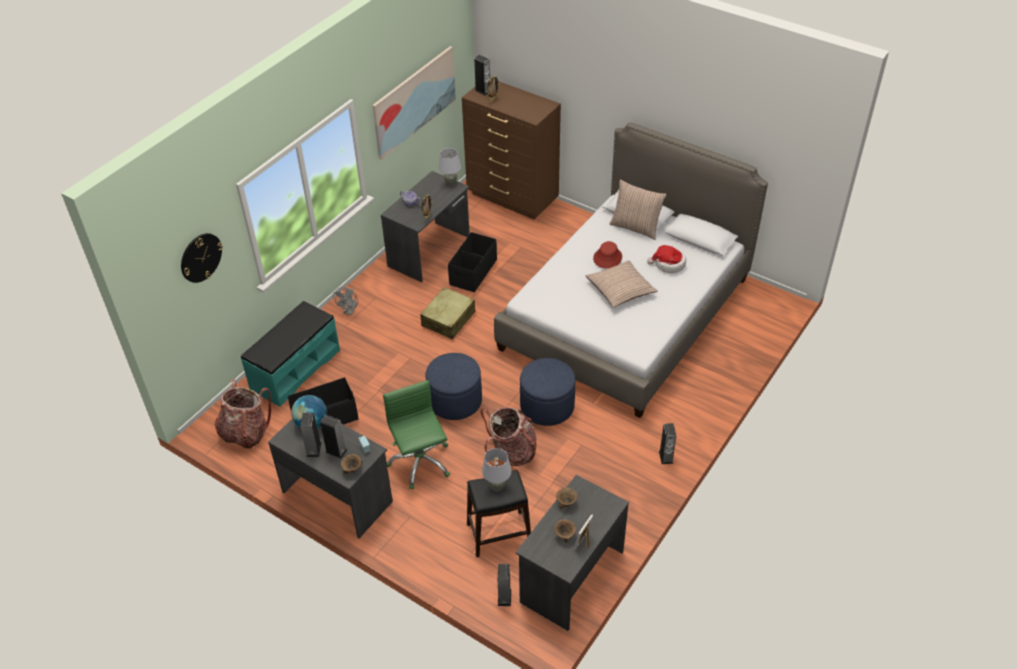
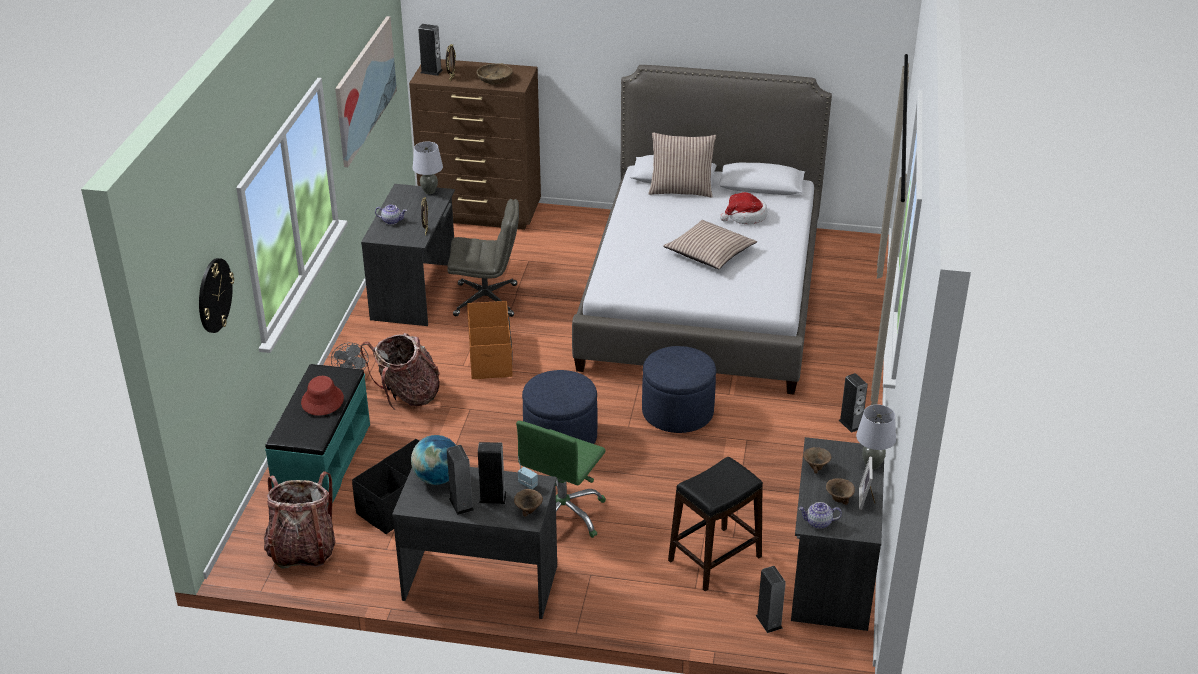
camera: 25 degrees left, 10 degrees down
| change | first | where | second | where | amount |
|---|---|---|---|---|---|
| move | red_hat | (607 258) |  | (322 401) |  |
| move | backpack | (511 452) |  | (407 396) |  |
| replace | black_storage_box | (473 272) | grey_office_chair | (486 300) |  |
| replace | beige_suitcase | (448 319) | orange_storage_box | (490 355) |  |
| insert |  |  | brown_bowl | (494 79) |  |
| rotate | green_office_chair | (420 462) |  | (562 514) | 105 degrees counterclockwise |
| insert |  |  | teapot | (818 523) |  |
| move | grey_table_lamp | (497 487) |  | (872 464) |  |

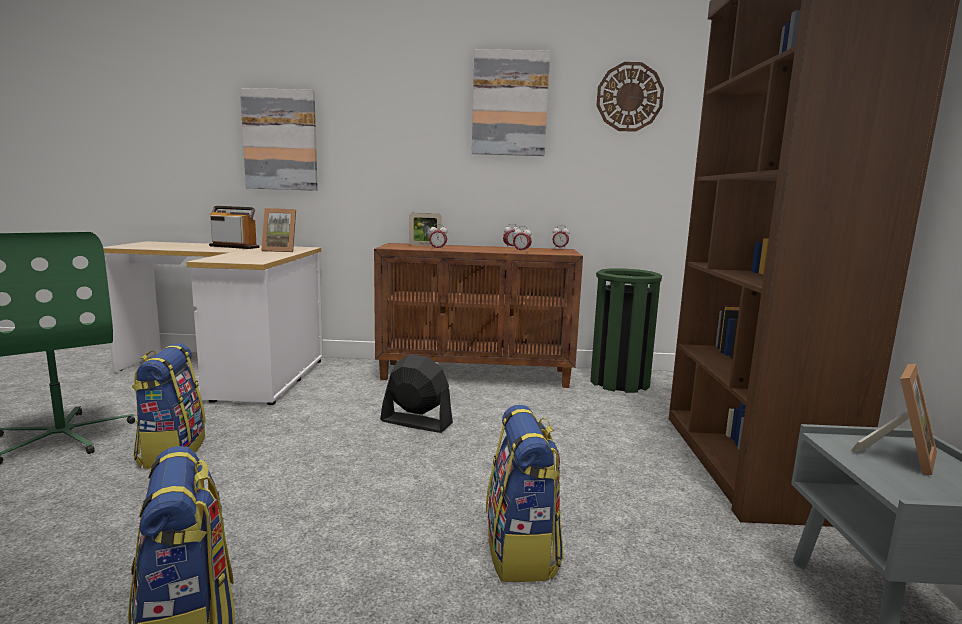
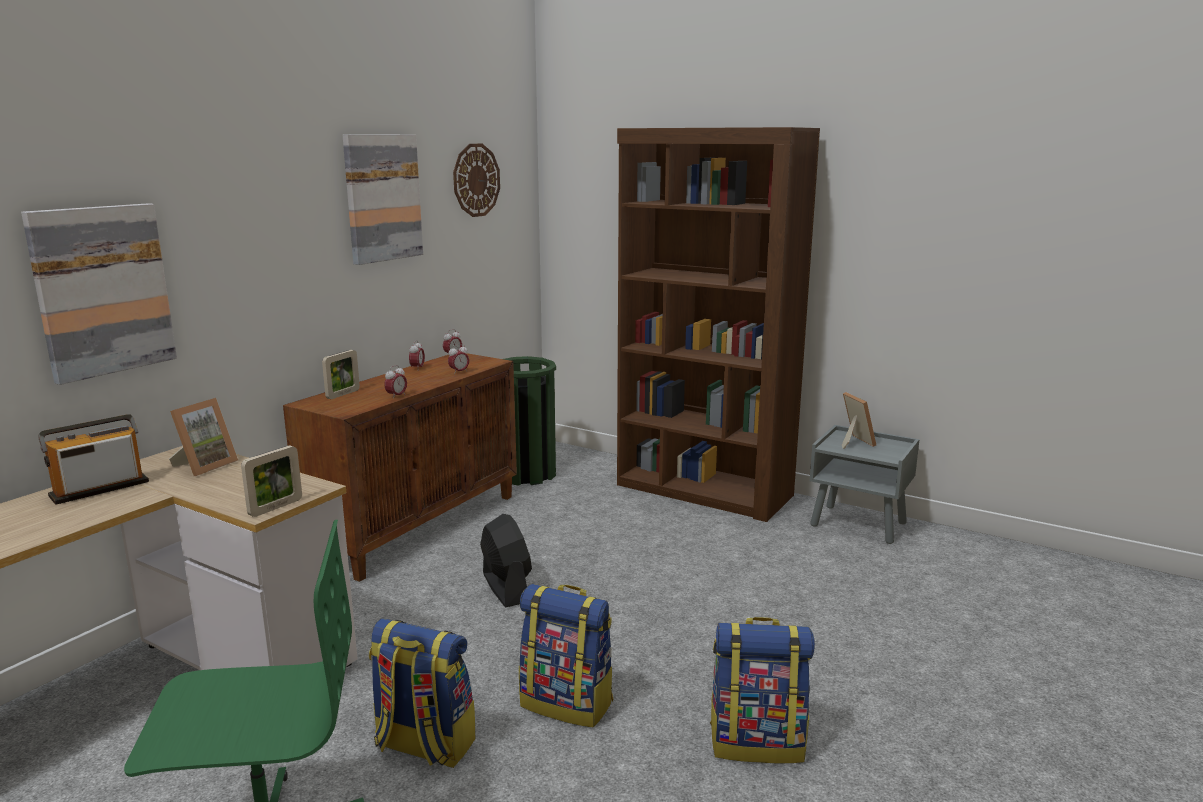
camera: 60 degrees left, 5 degrees up
| change | first | where | second | where | amount |
|---|---|---|---|---|---|
| insert |  |  | picture_frame | (275 507) |  |
| rotate | black_fan | (416 422) |  | (506 587) | 105 degrees clockwise |
| move | backpack | (522 551) |  | (568 703) |  |

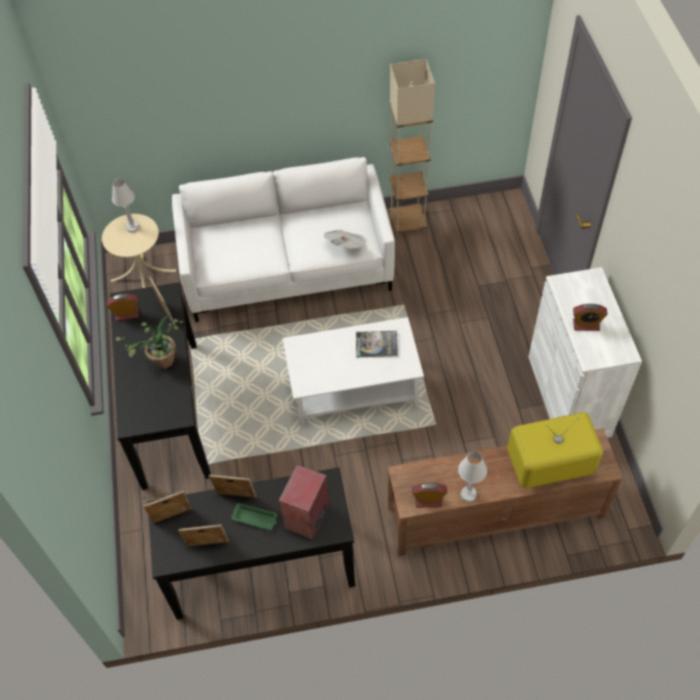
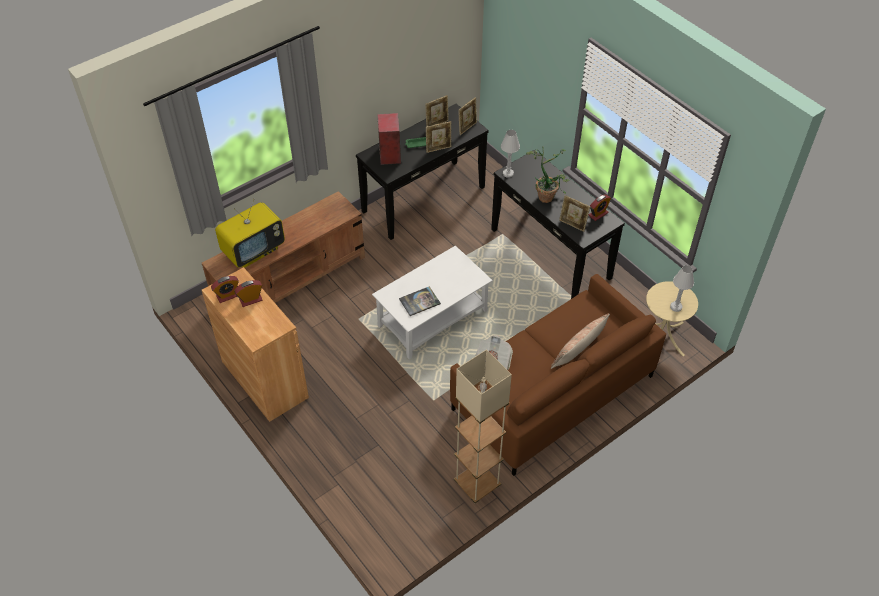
camera: 150 degrees right, 5 degrees down
| change | first | where | second | where | amount |
|---|---|---|---|---|---|
| recolor | white_cabinet | (568 395) | brown_cabinet | (264 379) |  |
| move | alarm_clock | (428 500) |  | (227 296) |  |
| recolor | white_sofa | (287 268) | brown_sofa | (552 392) |  |
| move | white_table_lamp | (468 494) |  | (508 173) |  |
| insert |  |  | pillow | (579 350) |  |

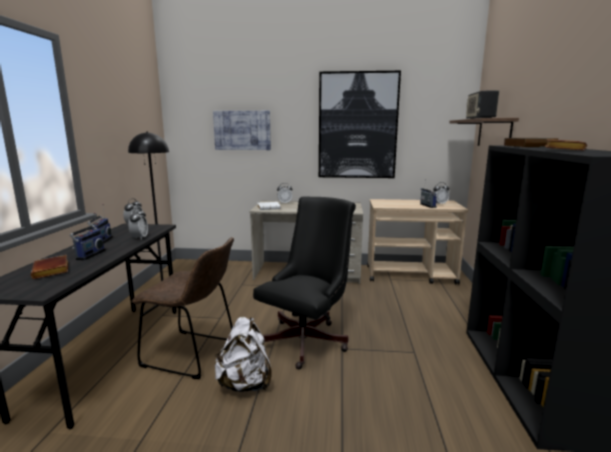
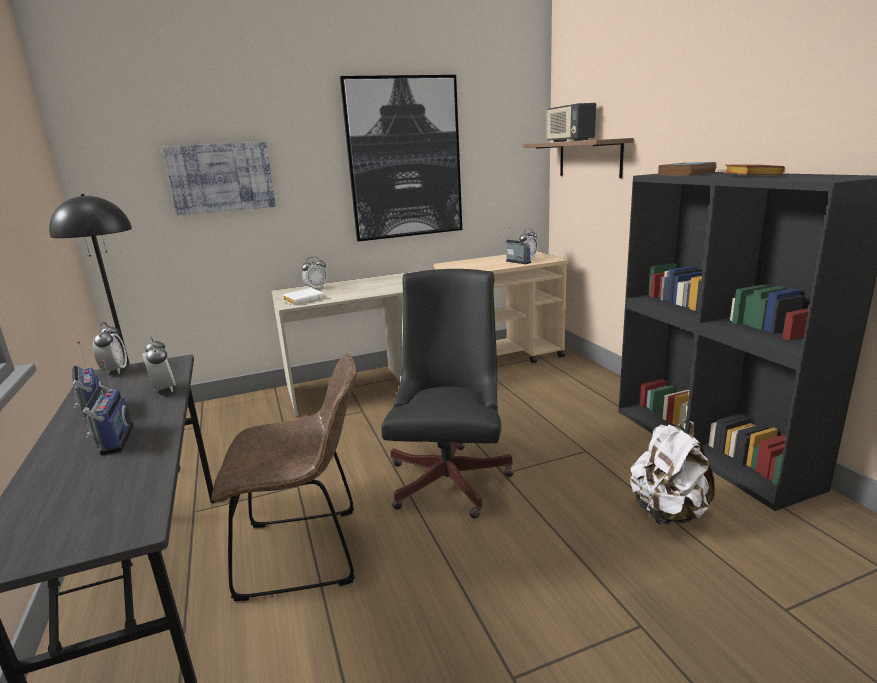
camera: 25 degrees left, 5 degrees up
| change | first | where | second | where | amount |
|---|---|---|---|---|---|
| move | white_backpack | (245 383) |  | (668 513) |  |
| delete | brown_book | (53 271) |  |  |  |

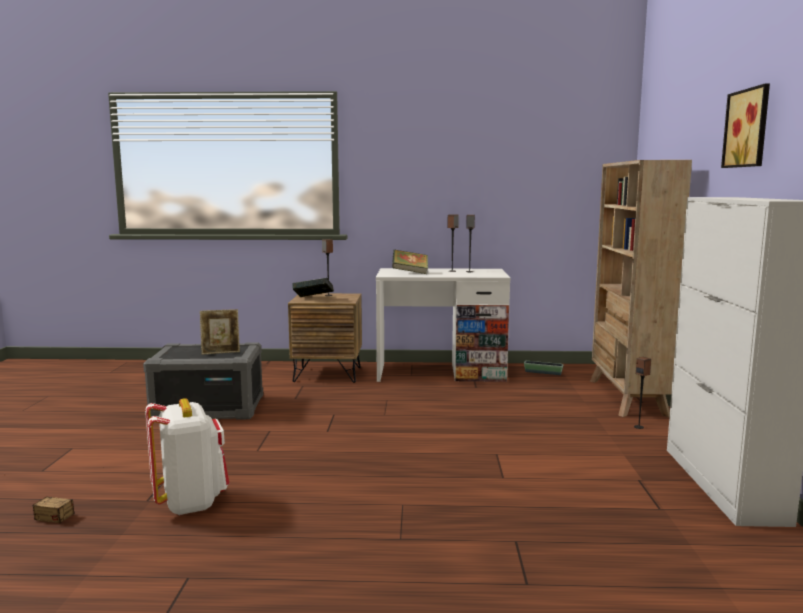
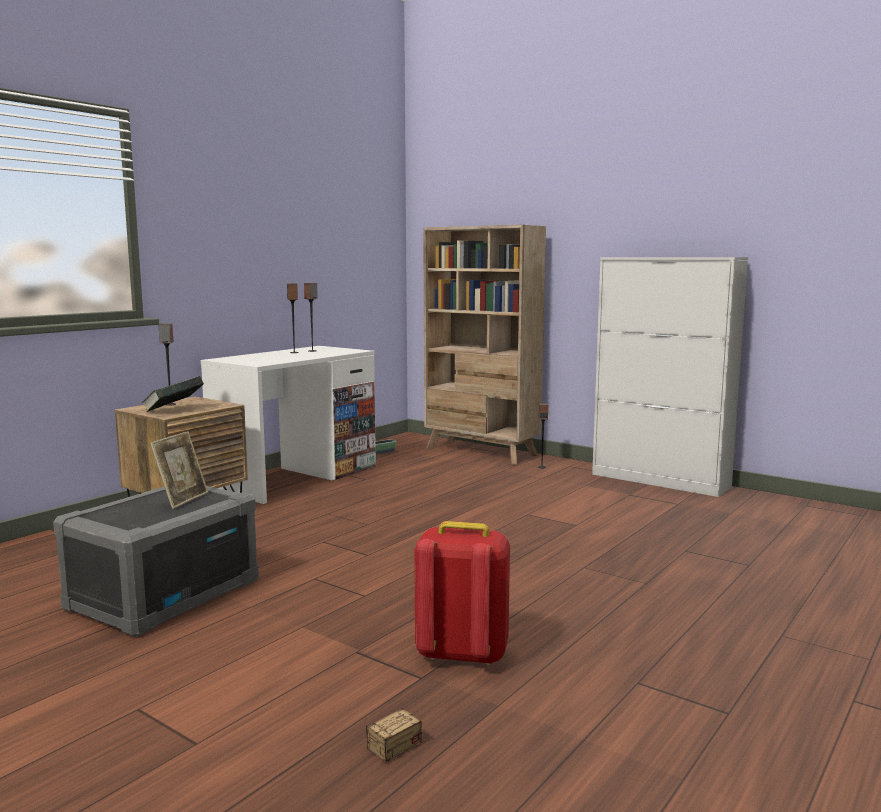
camera: 55 degrees left, 0 degrees up
| change | first | where | second | where | amount |
|---|---|---|---|---|---|
| recolor | white_backpack | (191 502) | red_backpack | (461 654) |  |
| delete | book | (410 273) |  |  |  |
| delete | picture | (749 128) |  |  |  |

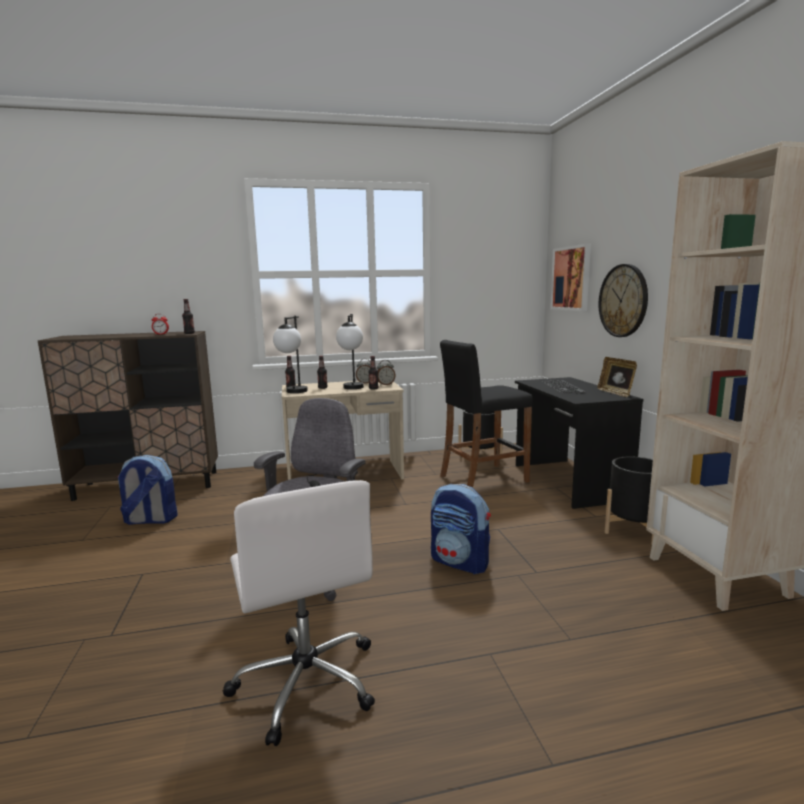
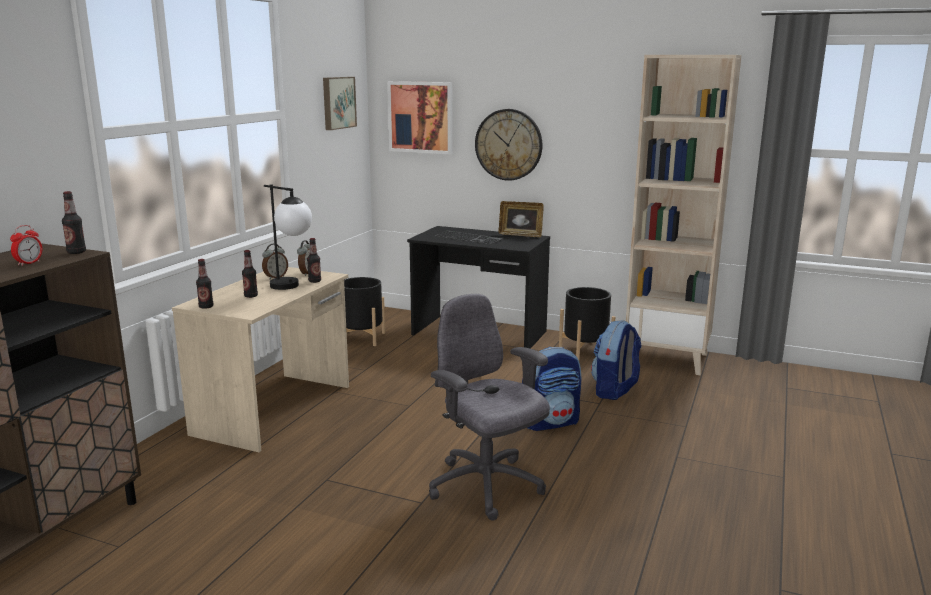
camera: 55 degrees left, 5 degrees up
| change | first | where | second | where | amount |
|---|---|---|---|---|---|
| insert |  |  | picture | (337 102) |  |
| move | backpack | (150 520) |  | (615 391) |  |
| delete | white_office_chair | (306 681) |  |  |  |
| delete | table_lamp | (293 393) |  |  |  |
| delete | black_stool | (483 479) |  |  |  |

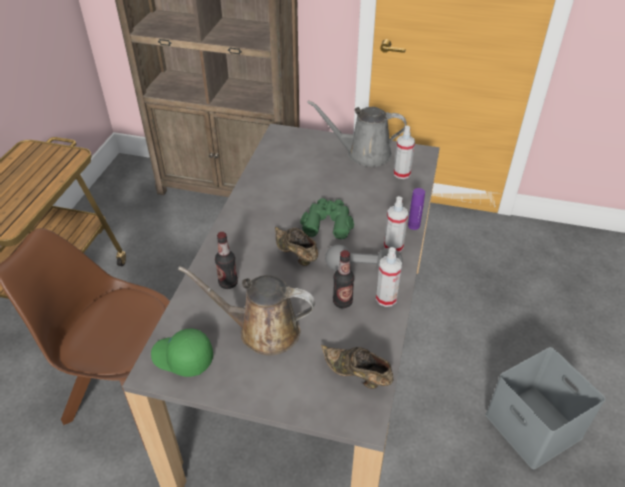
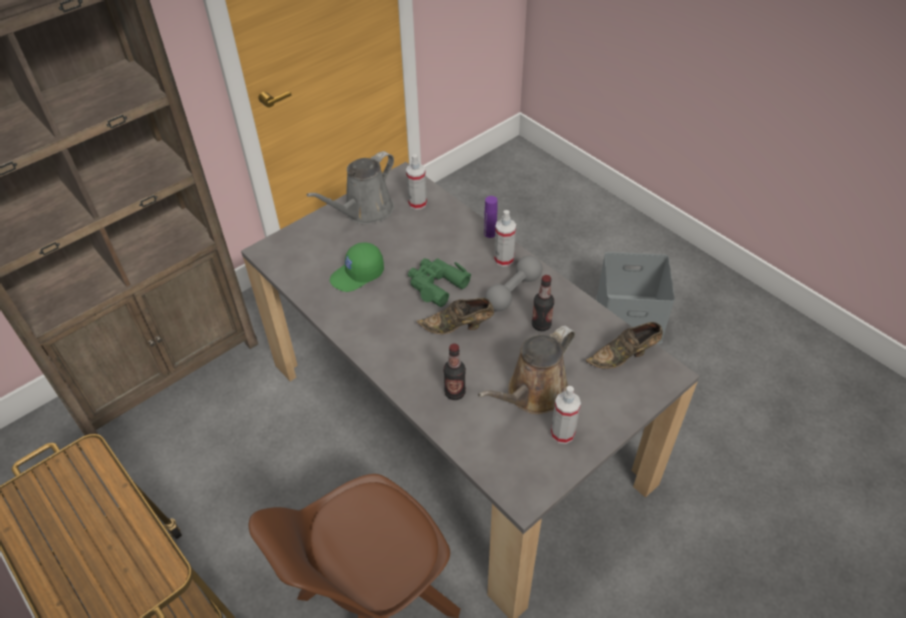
camera: 55 degrees left, 5 degrees up
| change | first | where | second | where | amount |
|---|---|---|---|---|---|
| move | green_cap | (182 358) |  | (358 275) |  |
| move | spray_bottle | (386 298) |  | (562 433) |  |

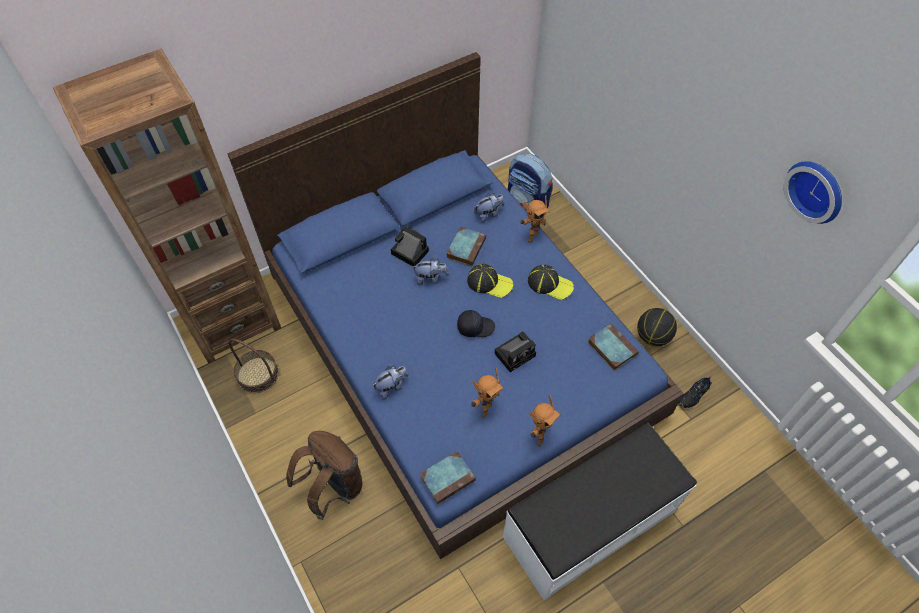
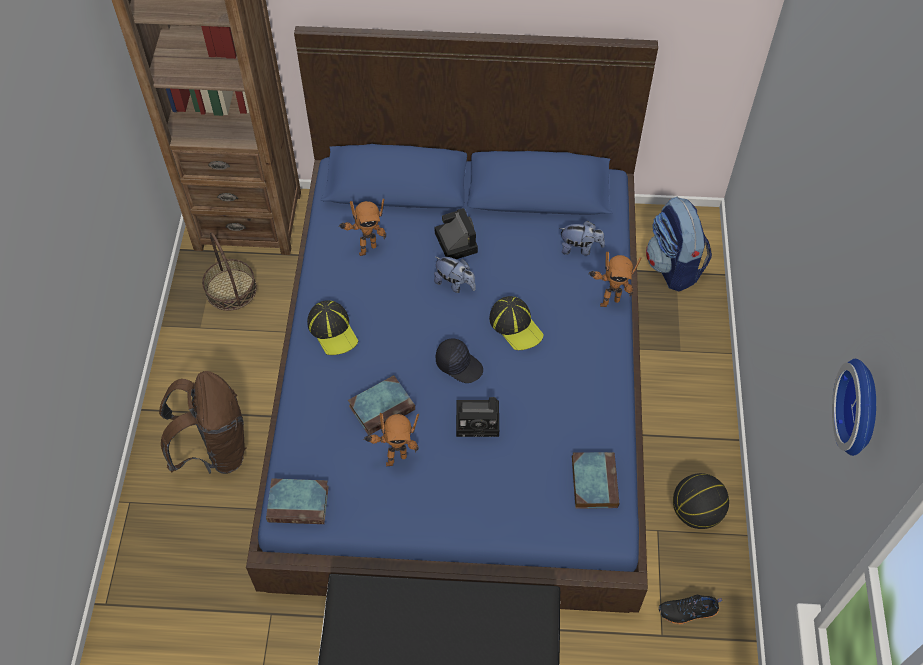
camera: 35 degrees right, 0 degrees up
| change | first | where | second | where | amount |
|---|---|---|---|---|---|
| move | cap | (550 284) |  | (333 330) |  |
| move | toy_robot | (538 437) |  | (366 248) |  |
| move | book | (466 247) |  | (382 407) |  |
| delete | plush_toy | (391 387) |  |  |  |

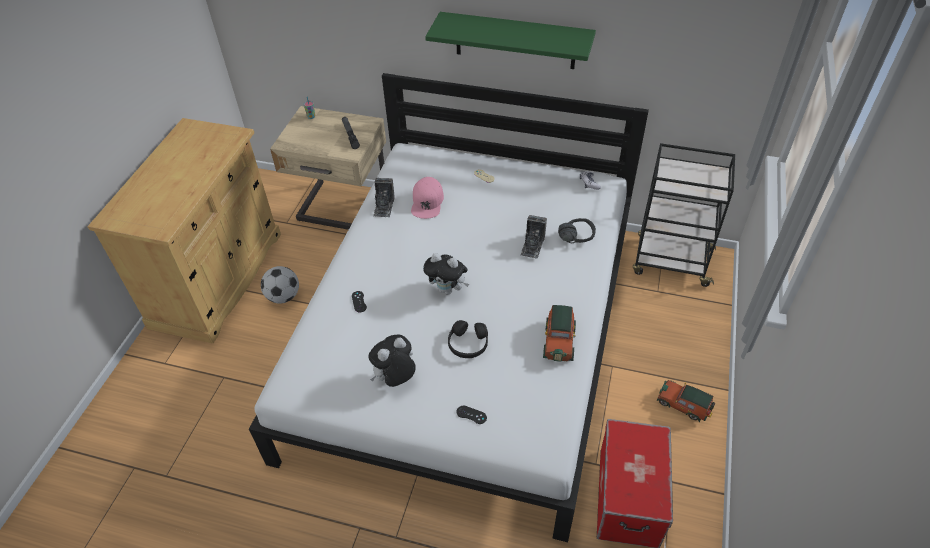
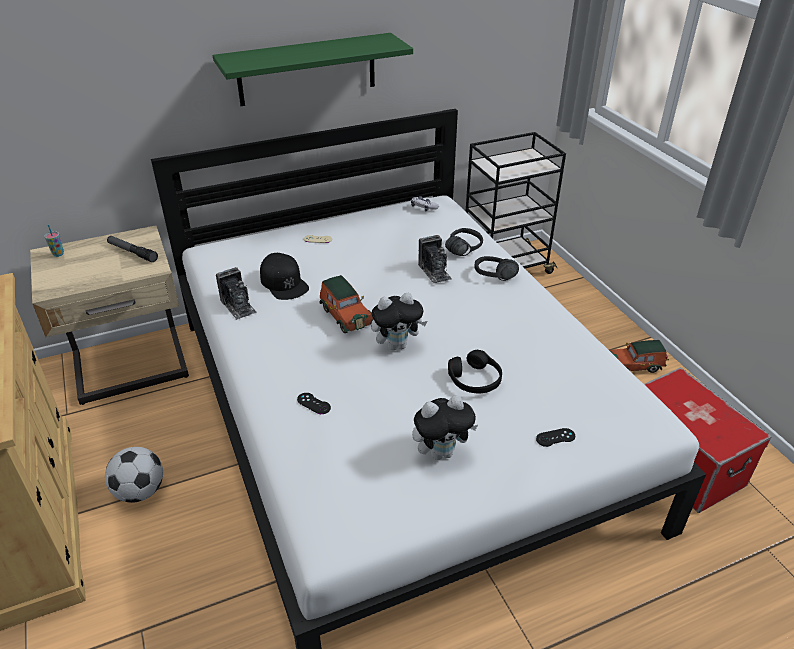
camera: 40 degrees left, 10 degrees down
| change | first | where | second | where | amount |
|---|---|---|---|---|---|
| recolor | pink_cap | (427 202) | black_cap | (284 282) |  |
| move | toy_car | (559 340) |  | (345 315) |  |
| rotate | plush_toy | (395 378) |  | (441 452) | 120 degrees counterclockwise |
| insert |  |  | black_headphones | (494 279) |  |

